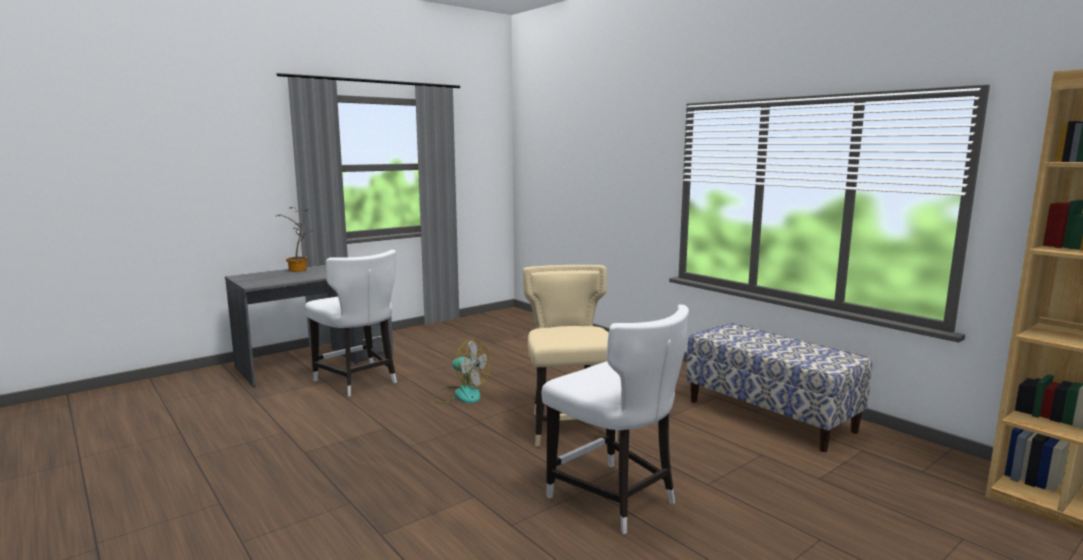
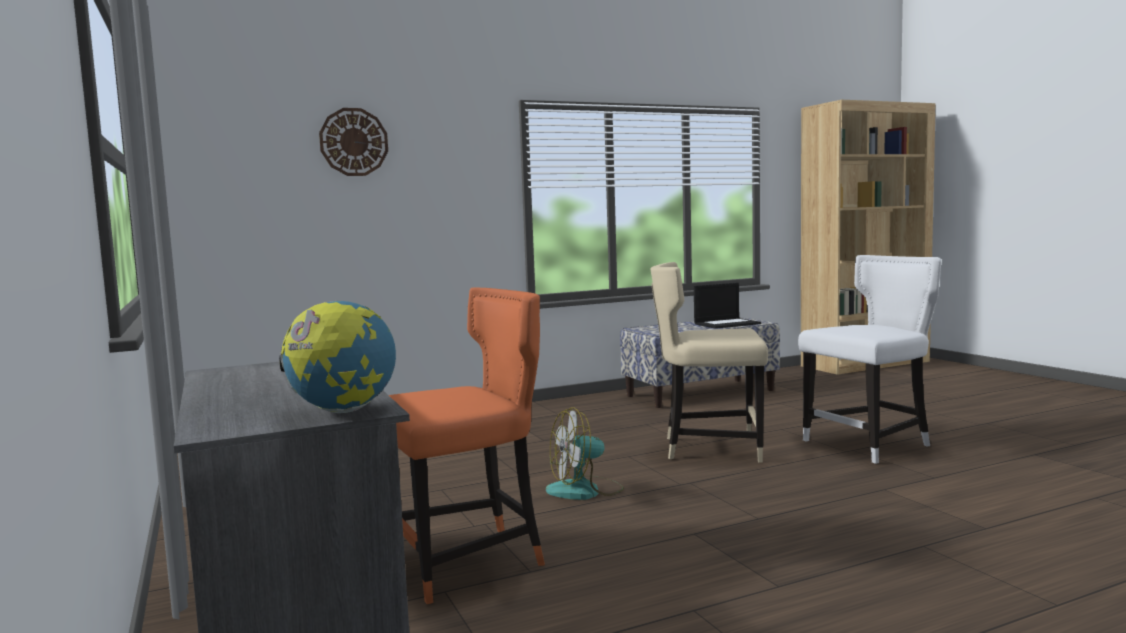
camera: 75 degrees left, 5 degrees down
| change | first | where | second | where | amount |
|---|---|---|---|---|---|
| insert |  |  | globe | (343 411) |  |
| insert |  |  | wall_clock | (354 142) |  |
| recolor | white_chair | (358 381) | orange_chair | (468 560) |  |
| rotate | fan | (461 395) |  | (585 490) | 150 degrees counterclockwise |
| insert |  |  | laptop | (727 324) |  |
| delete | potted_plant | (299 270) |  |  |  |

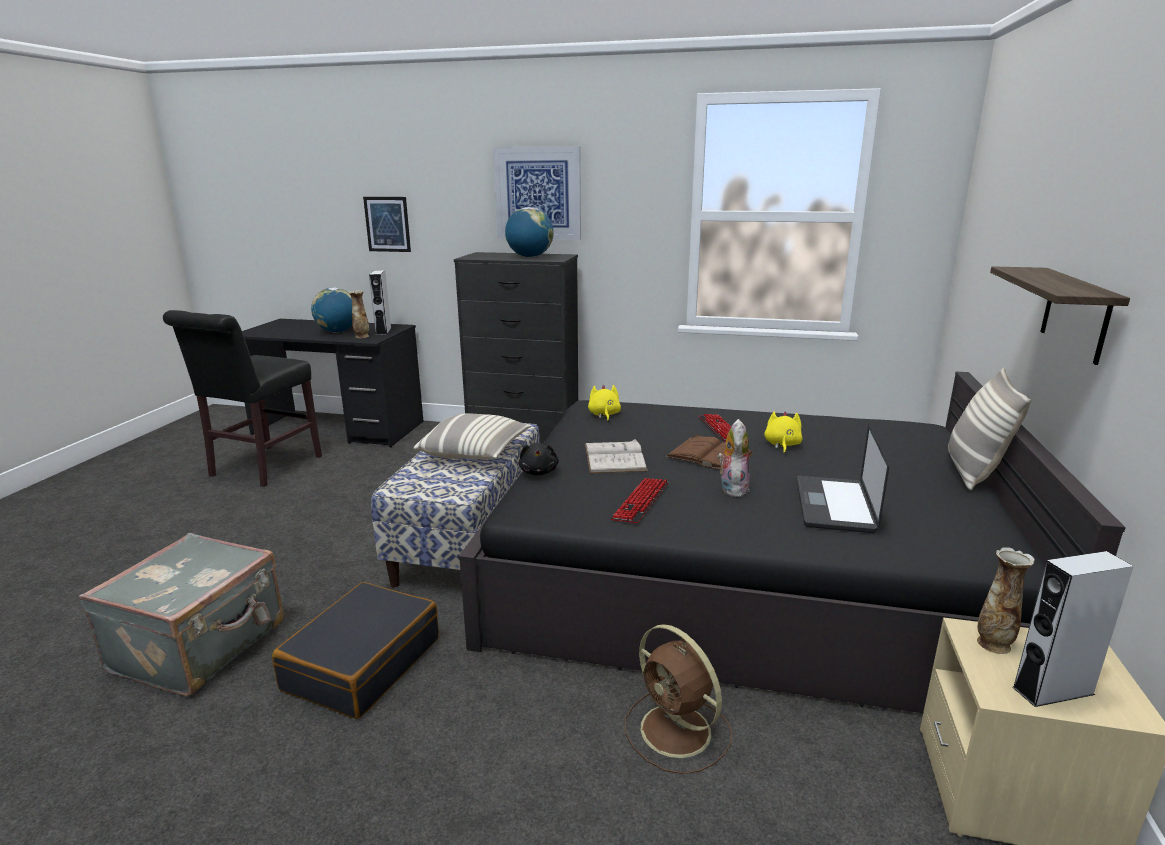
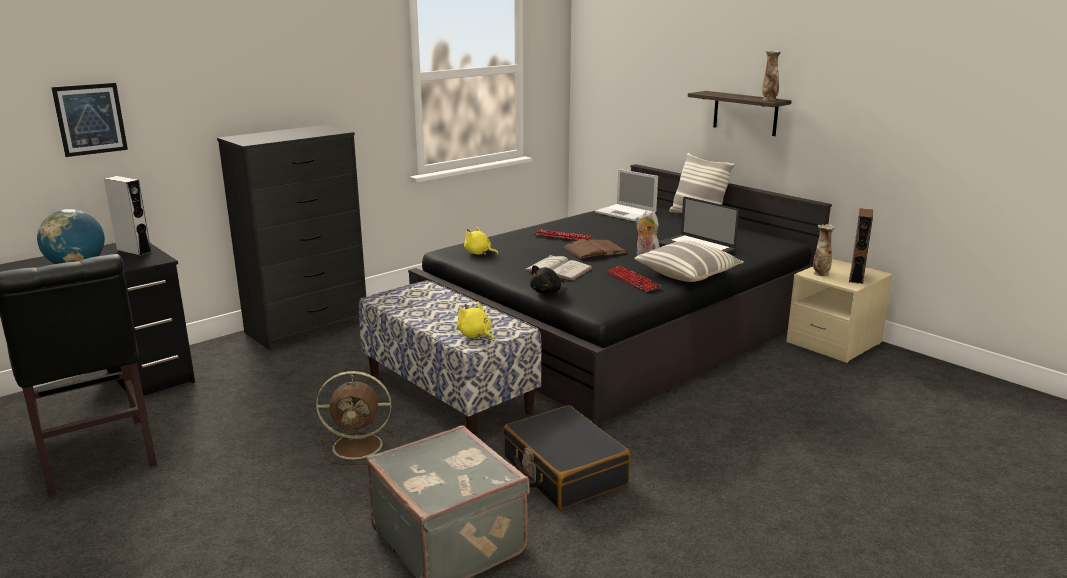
camera: 55 degrees left, 0 degrees up
| change | first | where | second | where | amount |
|---|---|---|---|---|---|
| move | brown_fan | (678 732) |  | (360 446) |  |
| move | yellow_plush_toy | (782 445) |  | (475 335) |  |
| rotate | black_plush_toy | (539 472) |  | (547 292) | 105 degrees clockwise |
| insert |  |  | laptop | (626 213) |  |
| move | pillow | (475 452) |  | (688 274) |  |
| move | vase | (361 336) |  | (769 100) |  |
| recolor | grey_speaker | (1053 690) | brown_speaker | (856 278) |  |
| delete | picture | (538 193) |  |  |  |
| delete | globe | (530 257) |  |  |  |

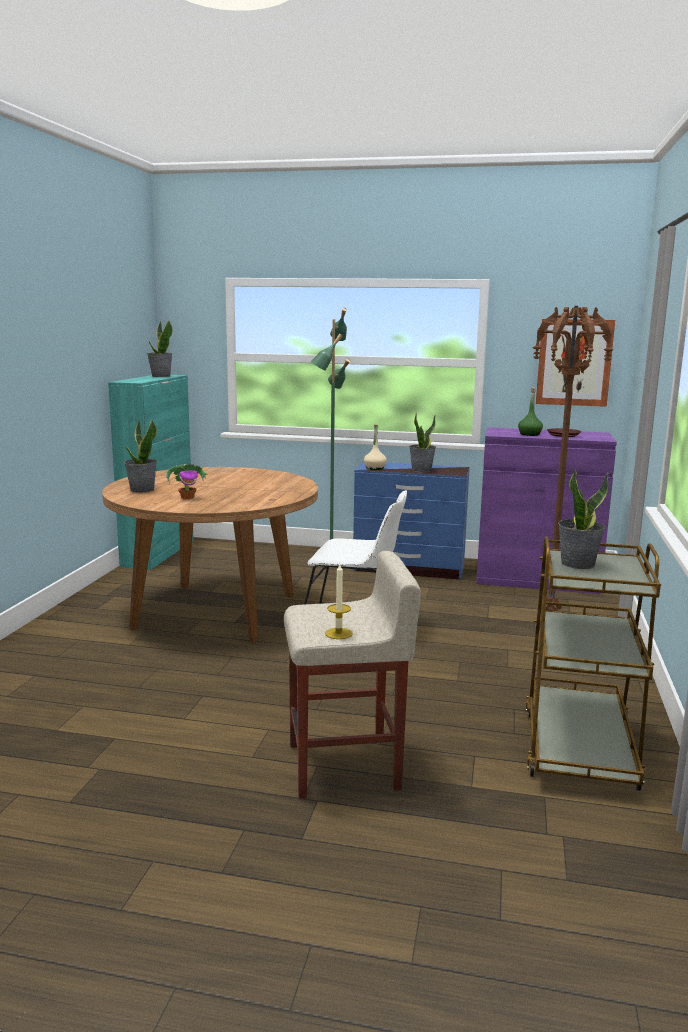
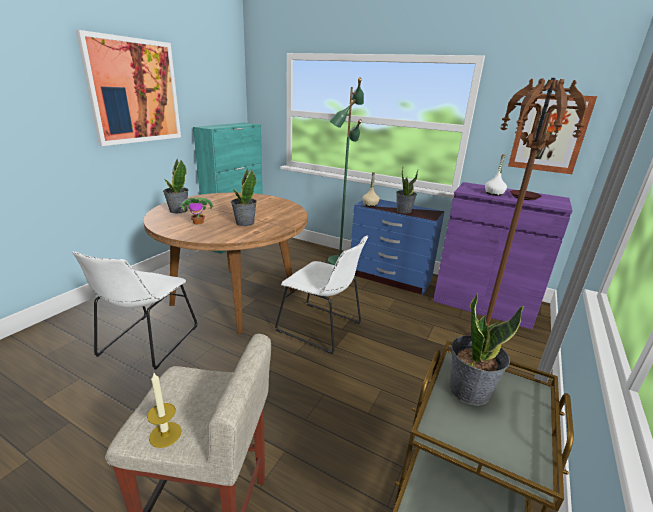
camera: 15 degrees right, 10 degrees up
| change | first | where | second | where | amount |
|---|---|---|---|---|---|
| insert |  |  | white_chair | (146 343) |  |
| insert |  |  | picture | (134 91) |  |
| move | potted_plant | (160 376) |  | (244 223) |  |
| recolor | green_bottle | (529 434) | white_bottle | (494 193) |  |

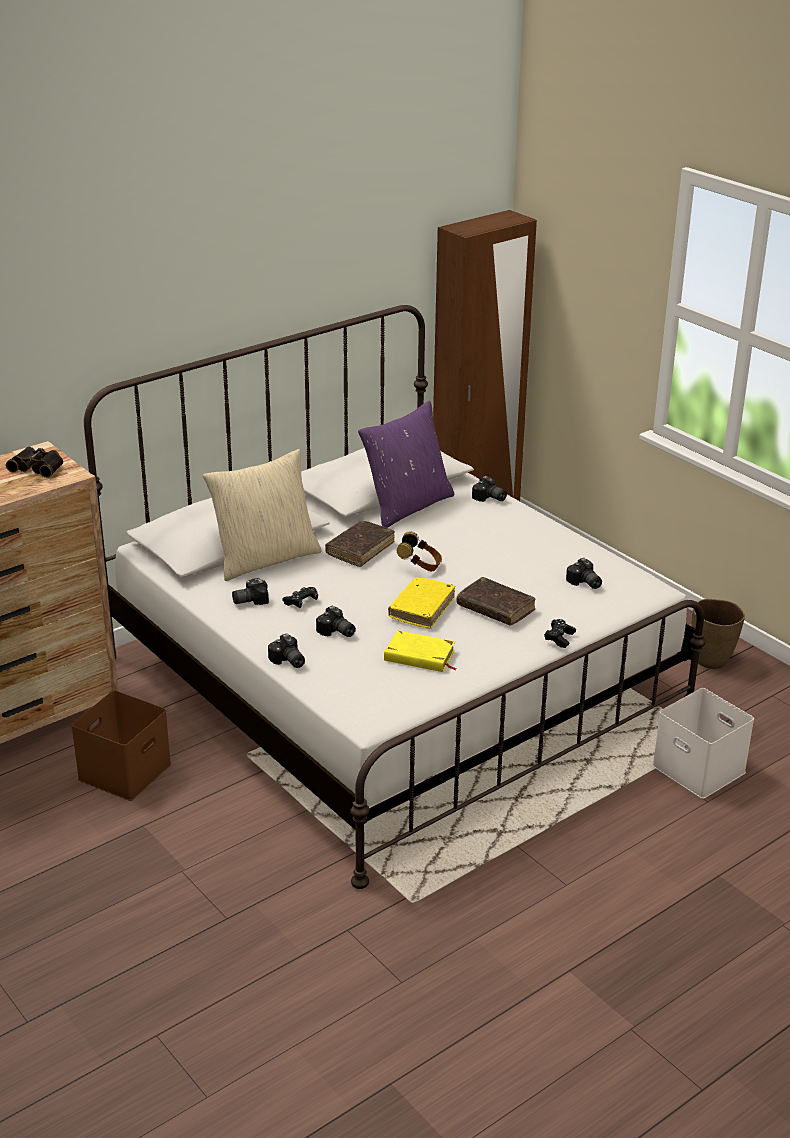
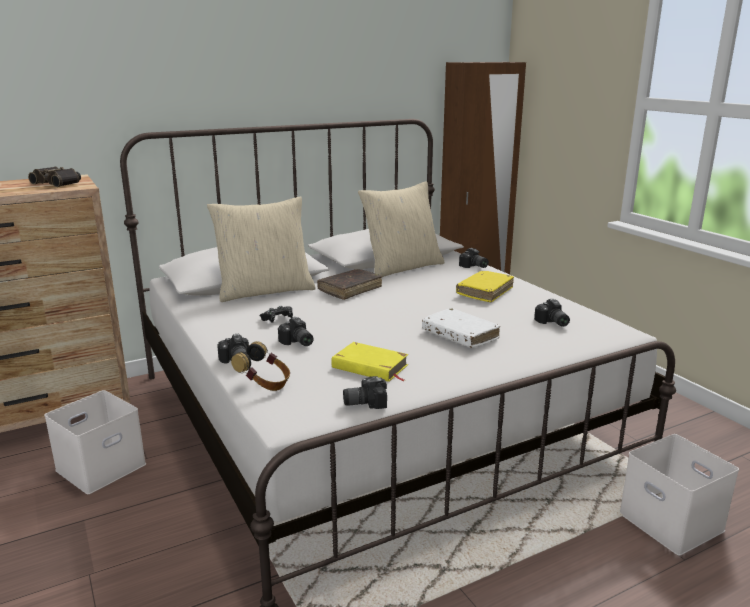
camera: 10 degrees right, 10 degrees down
| change | first | where | second | where | amount |
|---|---|---|---|---|---|
| recolor | brown_storage_box | (125 773) | white_storage_box | (100 468) |  |
| move | headphones | (420 566) |  | (265 384) |  |
| move | photo_camera | (249 600) |  | (364 402) |  |
| recolor | purple_pillow | (407 506) | beige_pillow | (402 267) |  |
| recolor | brown_book | (495 609) | white_book | (460 335) |  |
| move | yellow_book | (422 609) |  | (485 292) |  |
| delete | black_game_controller | (559 638) |  |  |  |
| delete | brown_vase | (711 660) |  |  |  |

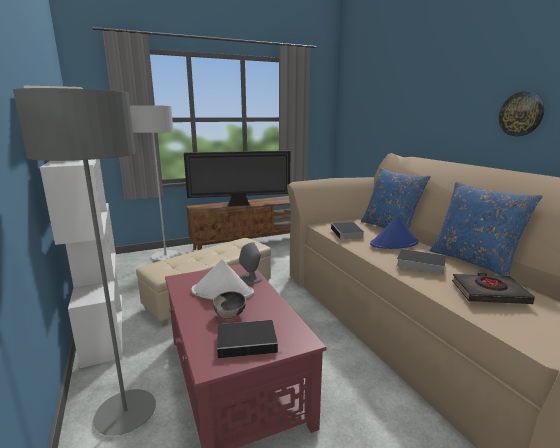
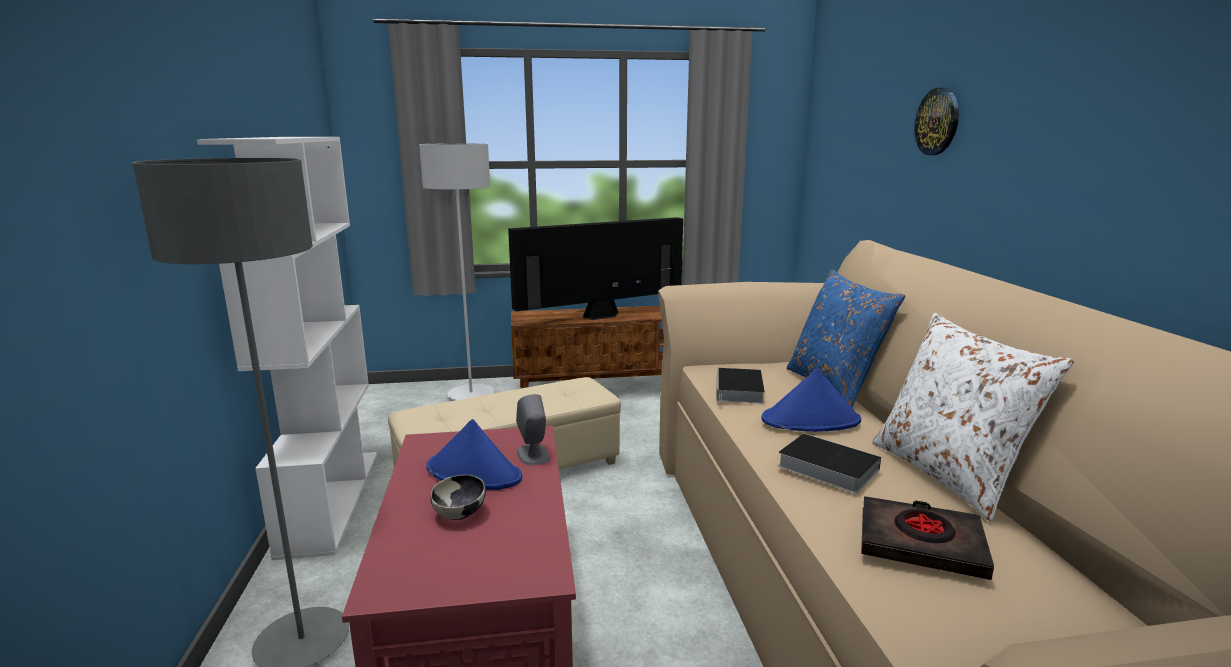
camera: 15 degrees right, 0 degrees up
| change | first | where | second | where | amount |
|---|---|---|---|---|---|
| recolor | white_hat | (223 292) | blue_hat | (474 473) |  |
| rotate | television | (240 205) |  | (600 316) | 150 degrees clockwise |
| recolor | blue_pillow | (473 261) | white_pillow | (948 474) |  |
| move | wall_clock | (521 114) |  | (937 121) |  |
| delete | book | (249 342) |  |  |  |

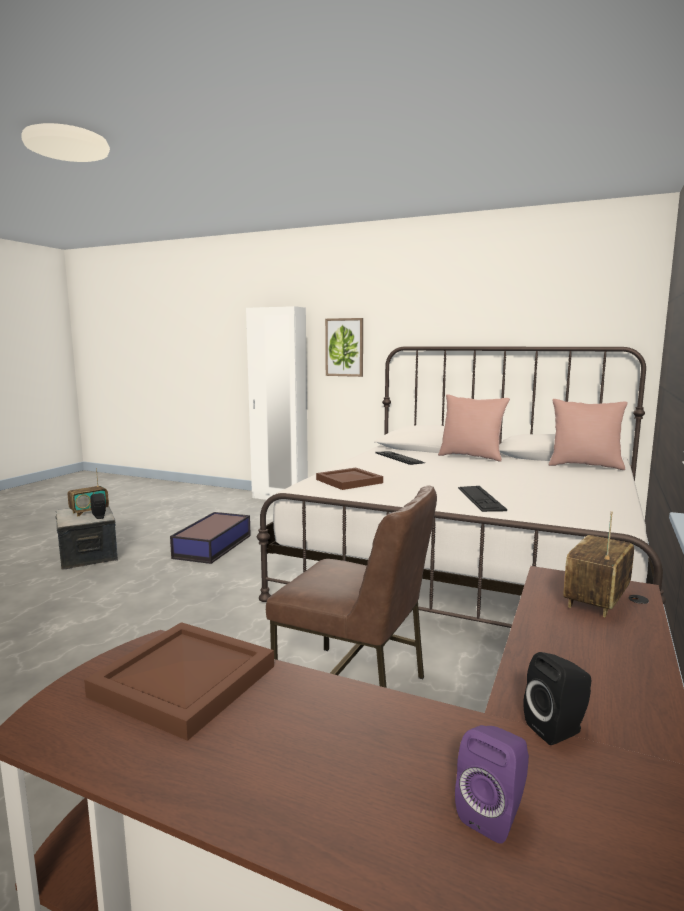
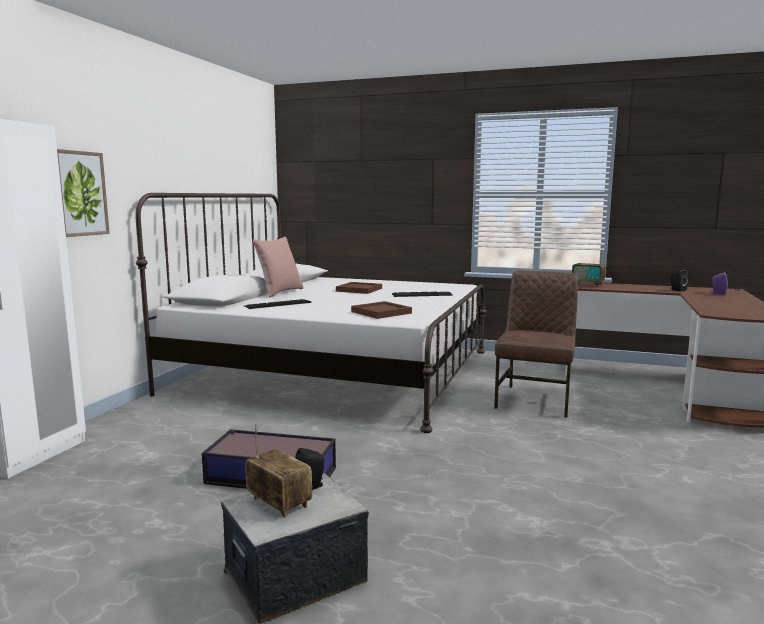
camera: 95 degrees left, 0 degrees up
| change | first | where | second | where | amount |
|---|---|---|---|---|---|
| move | brown_tray | (184 679) |  | (358 290) |  |
| delete | pink_pillow | (585 466) |  |  |  |

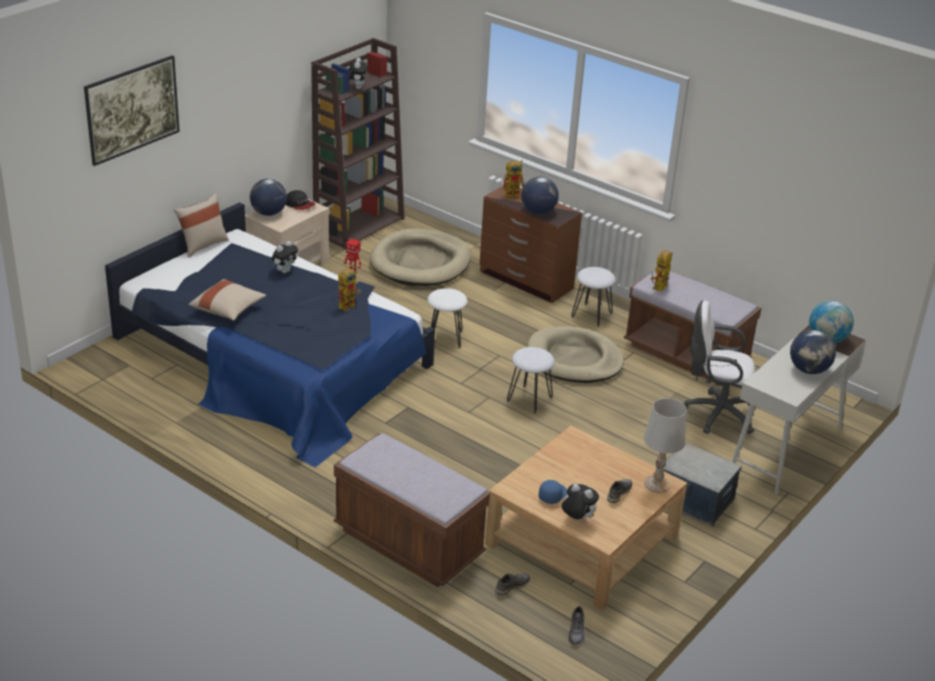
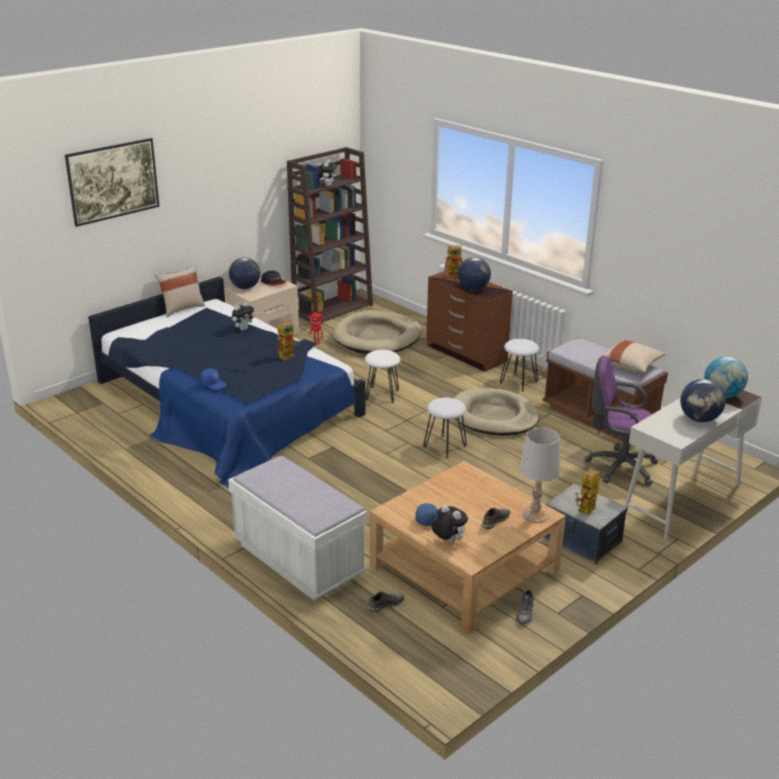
camera: 10 degrees right, 5 degrees down
| change | first | where | second | where | amount |
|---|---|---|---|---|---|
| insert |  |  | blue_cap | (214 384) |  |
| recolor | brown_bench | (408 543) | white_bench | (298 560) |  |
| move | grey_shoe | (577 631) |  | (525 613) |  |
| move | toy_robot | (659 289) |  | (586 512) |  |
| recolor | white_office_chair | (715 414) | purple_office_chair | (617 467) |  |
| move | beige_pillow | (228 309) |  | (630 365) |  |

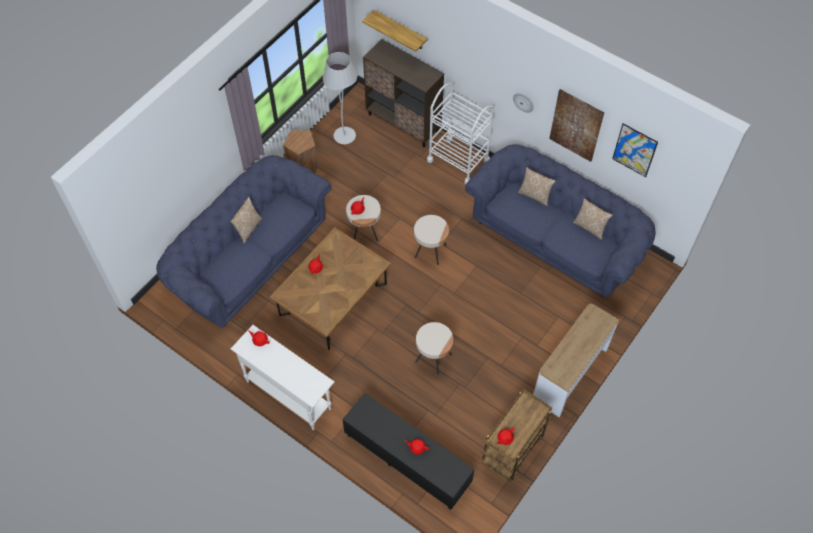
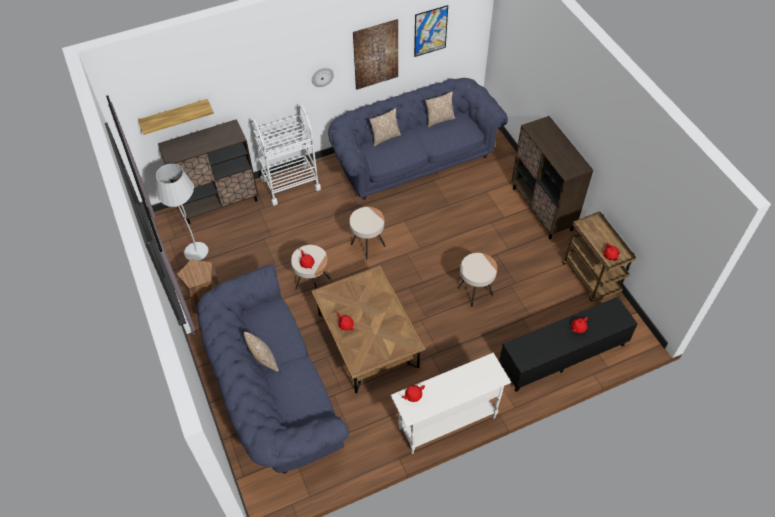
camera: 60 degrees left, 5 degrees down
| change | first | where | second | where | amount |
|---|---|---|---|---|---|
| replace | console_table | (570 374) | brown_cabinet | (542 209) |  |

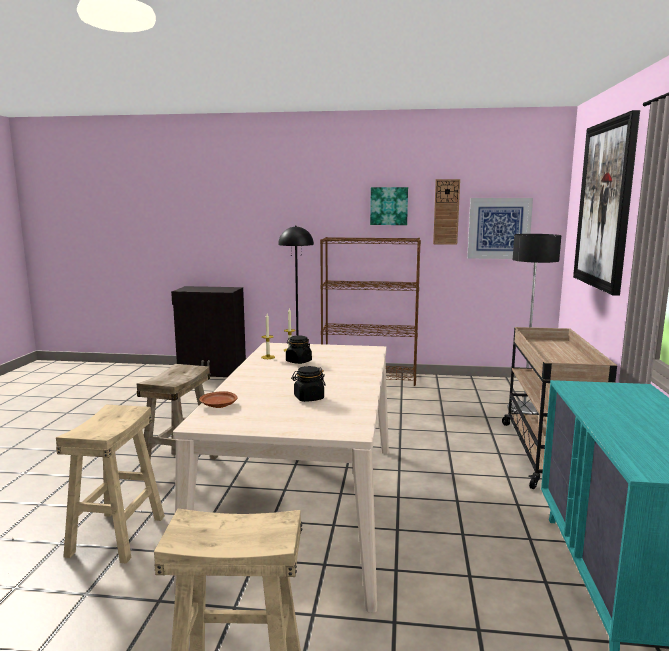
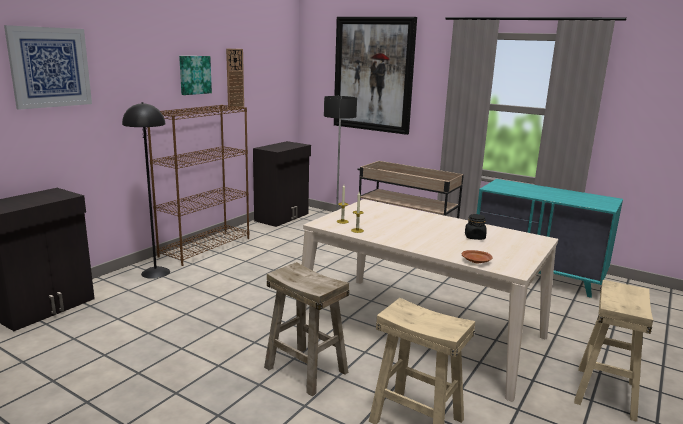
camera: 65 degrees left, 5 degrees up
| change | first | where | second | where | amount |
|---|---|---|---|---|---|
| move | picture | (499 228) |  | (50 67) |  |
| insert |  |  | black_cabinet | (283 217) |  |
| delete | black_jar | (298 361) |  |  |  |

